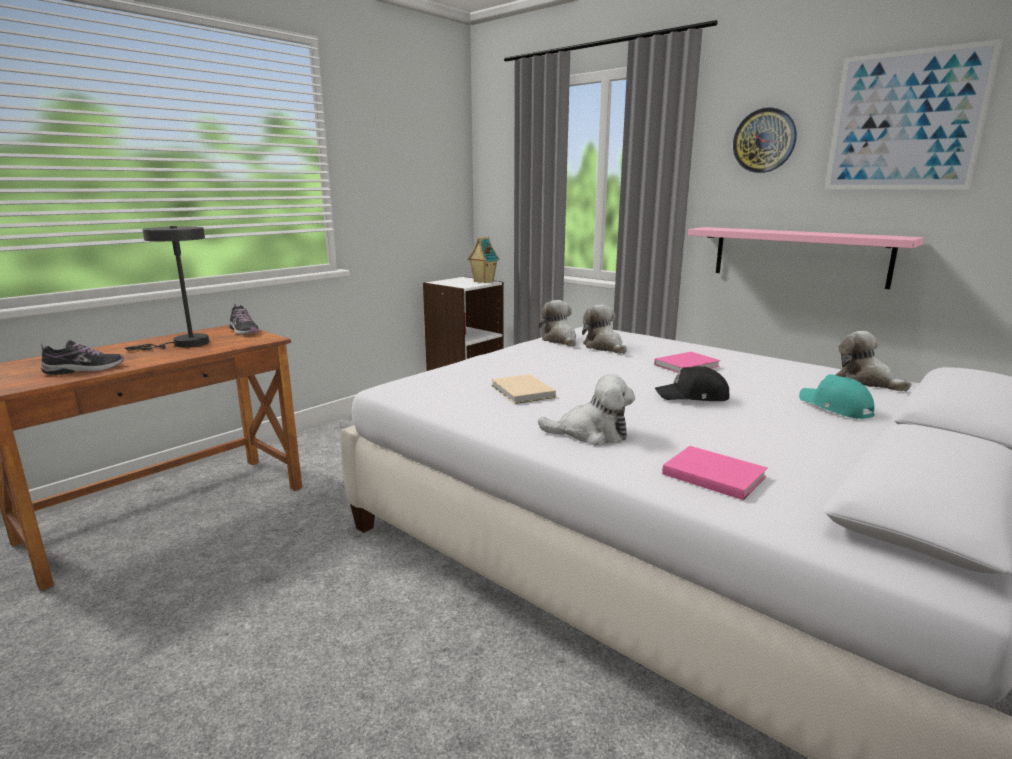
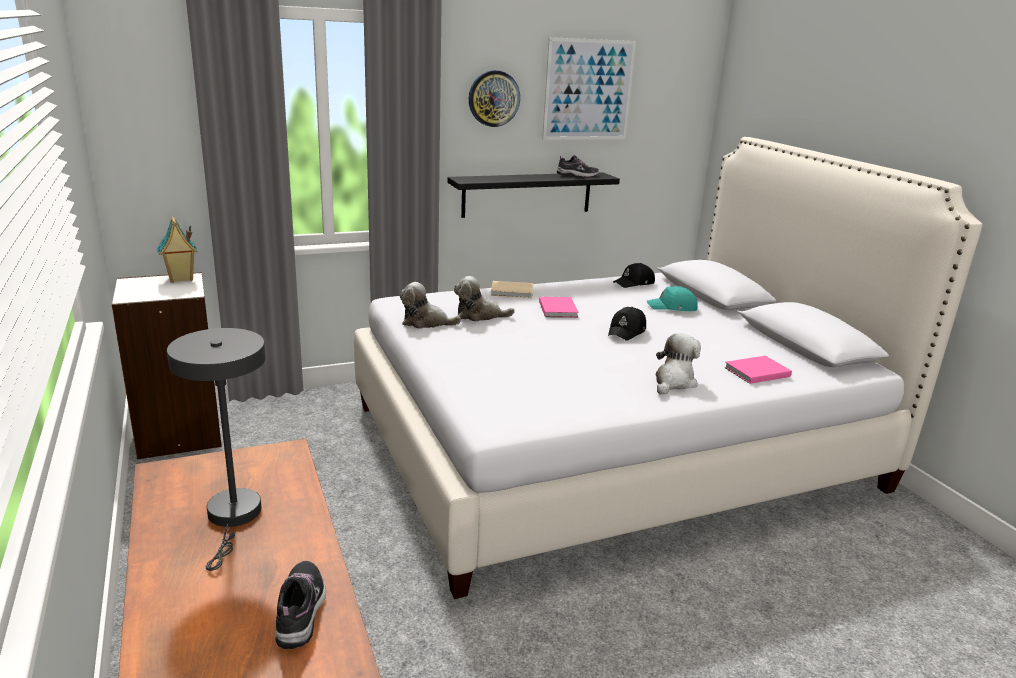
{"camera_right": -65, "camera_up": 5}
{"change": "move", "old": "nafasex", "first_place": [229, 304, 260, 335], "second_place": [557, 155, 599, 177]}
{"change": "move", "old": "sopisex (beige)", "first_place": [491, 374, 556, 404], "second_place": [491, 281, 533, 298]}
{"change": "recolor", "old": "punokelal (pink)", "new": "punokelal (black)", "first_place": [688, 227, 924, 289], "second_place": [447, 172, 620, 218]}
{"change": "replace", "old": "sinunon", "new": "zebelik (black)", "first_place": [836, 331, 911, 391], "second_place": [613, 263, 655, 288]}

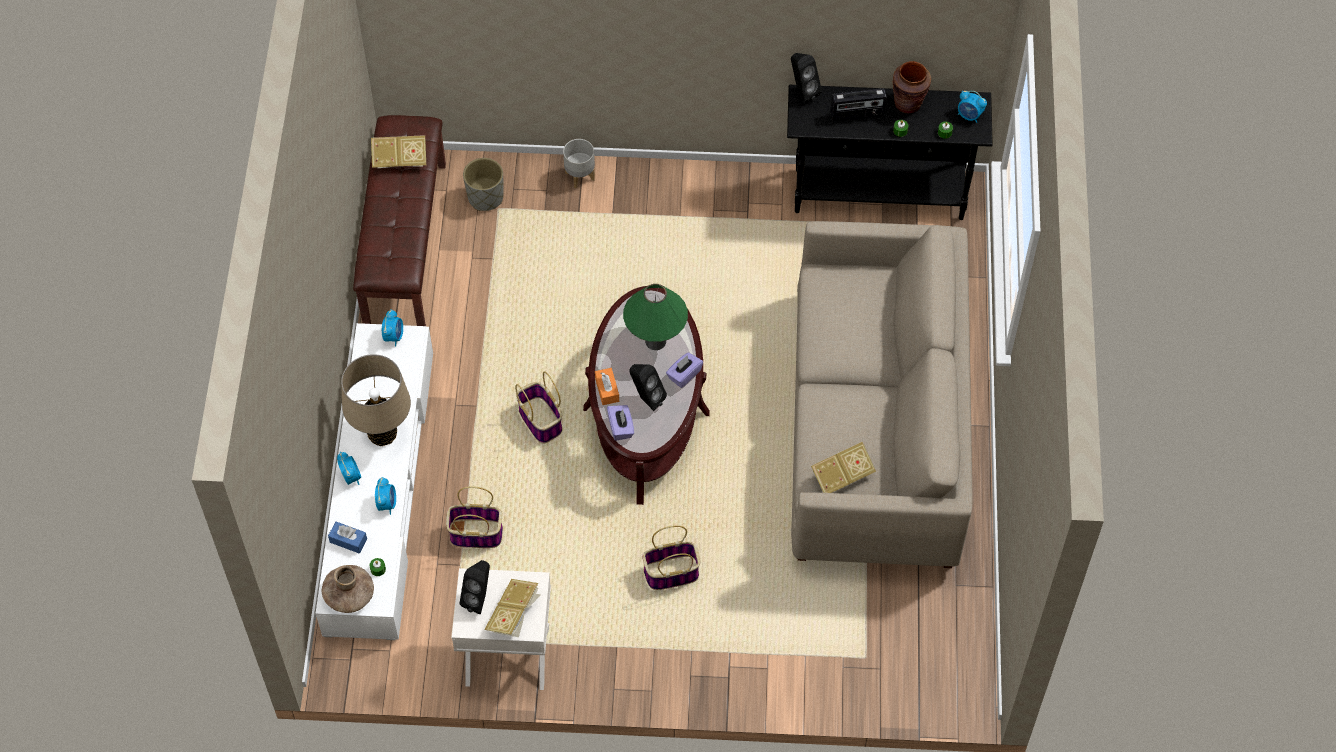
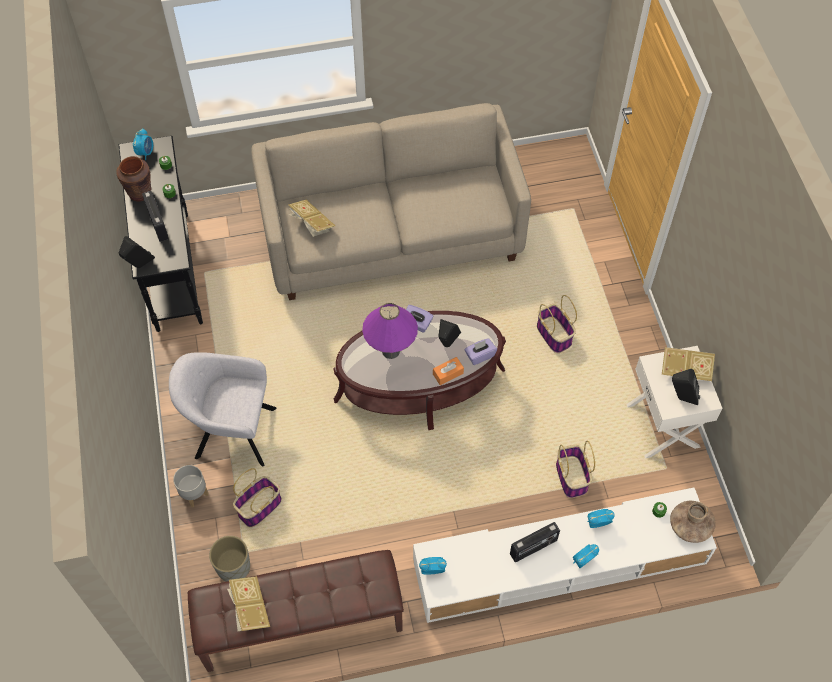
{"camera_right": -105, "camera_up": 0}
{"change": "delete", "old": "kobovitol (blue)", "first_place": [328, 522, 367, 553]}
{"change": "replace", "old": "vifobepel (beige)", "new": "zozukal", "first_place": [341, 354, 411, 446], "second_place": [510, 522, 560, 562]}
{"change": "move", "old": "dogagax", "first_place": [515, 371, 562, 444], "second_place": [233, 468, 282, 527]}
{"change": "recolor", "old": "vifobepel (green)", "new": "vifobepel (purple)", "first_place": [623, 284, 688, 350], "second_place": [362, 303, 418, 359]}
{"change": "move", "old": "sopisex", "first_place": [811, 442, 876, 493], "second_place": [288, 200, 335, 237]}
{"change": "insert", "new": "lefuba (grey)", "second_place": [169, 352, 276, 466]}

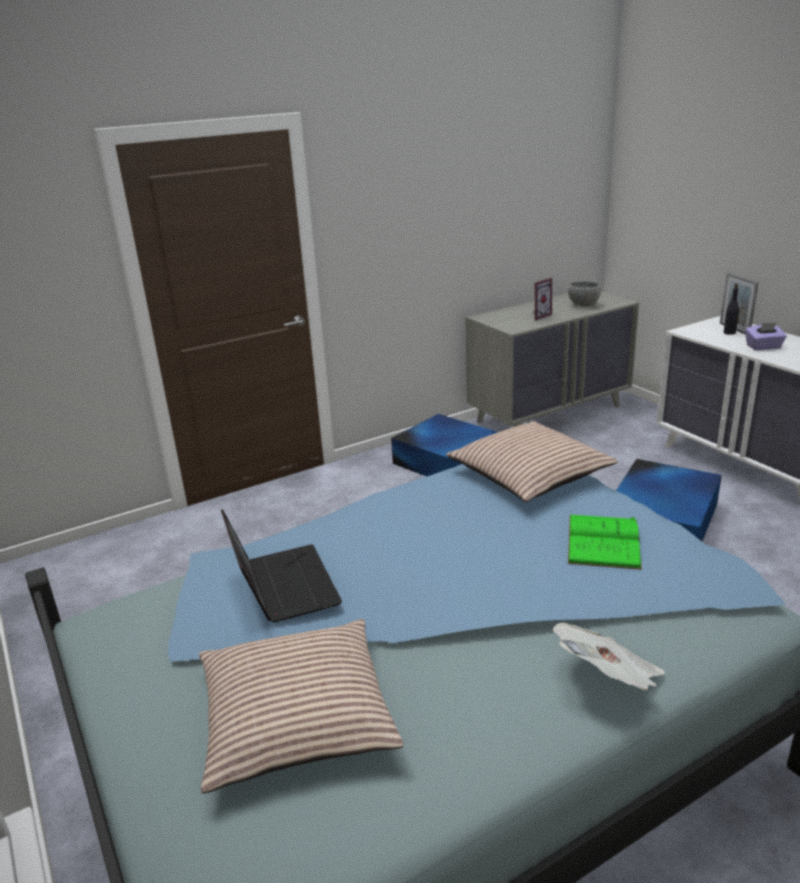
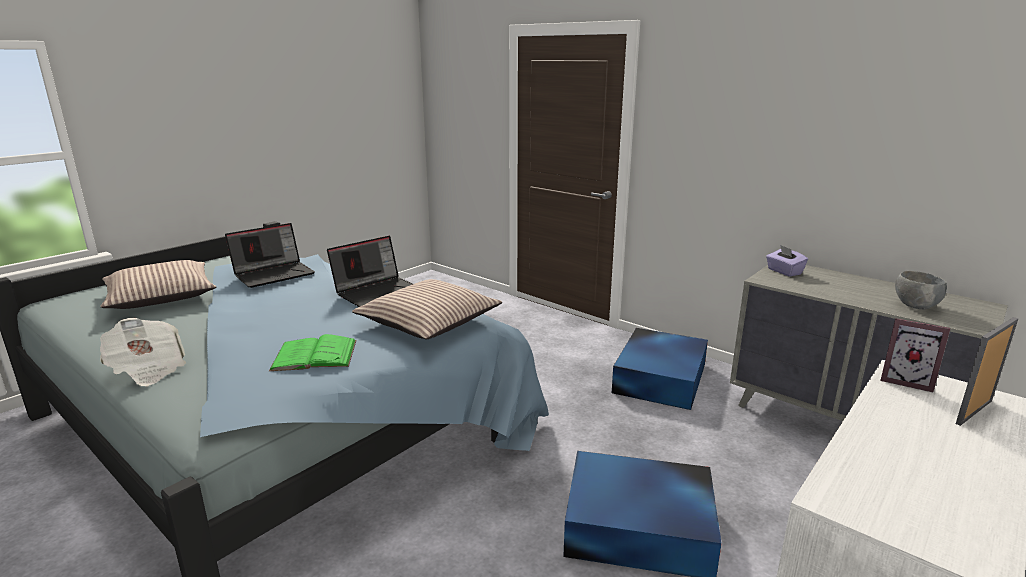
{"camera_right": 70, "camera_up": -5}
{"change": "move", "old": "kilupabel", "first_place": [532, 277, 553, 320], "second_place": [881, 318, 950, 392]}
{"change": "delete", "old": "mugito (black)", "first_place": [724, 284, 739, 335]}
{"change": "move", "old": "kobovitol (purple)", "first_place": [745, 323, 787, 350], "second_place": [766, 245, 808, 277]}
{"change": "insert", "new": "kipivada", "second_place": [327, 236, 413, 307]}

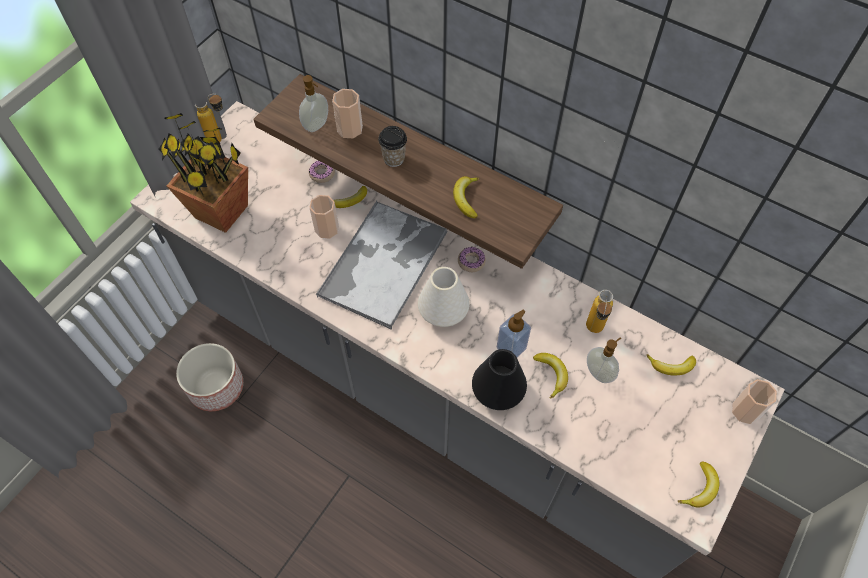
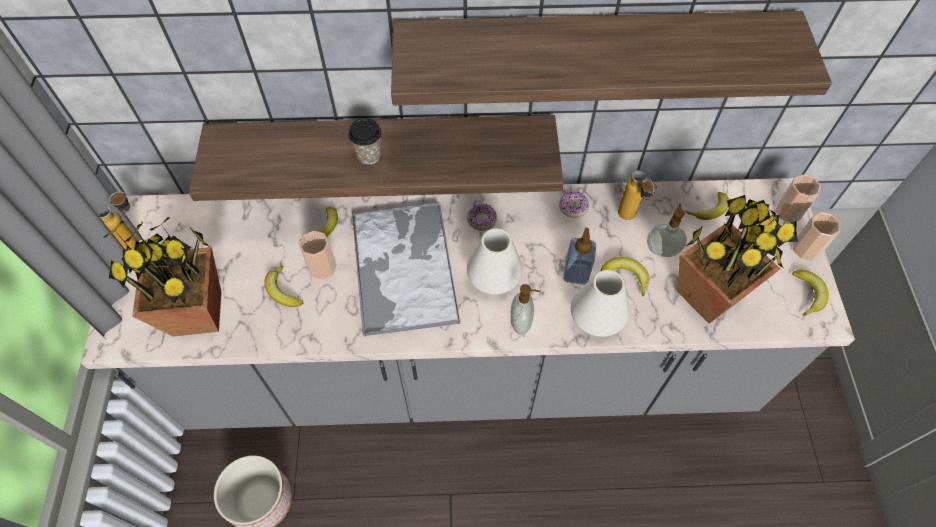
{"camera_right": -35, "camera_up": 0}
{"change": "move", "old": "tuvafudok", "first_place": [299, 75, 328, 132], "second_place": [511, 284, 540, 335]}
{"change": "move", "old": "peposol", "first_place": [309, 160, 335, 183], "second_place": [559, 191, 589, 218]}
{"change": "move", "old": "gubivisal", "first_place": [332, 89, 363, 138], "second_place": [793, 212, 840, 261]}
{"change": "move", "old": "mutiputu", "first_place": [453, 176, 479, 218], "second_place": [265, 265, 303, 307]}
{"change": "recolor", "old": "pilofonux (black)", "new": "pilofonux (white)", "first_place": [472, 349, 527, 410], "second_place": [571, 270, 629, 337]}
{"change": "insert", "new": "punokelal", "second_place": [391, 11, 832, 105]}
{"change": "insert", "new": "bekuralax", "second_place": [677, 195, 798, 324]}

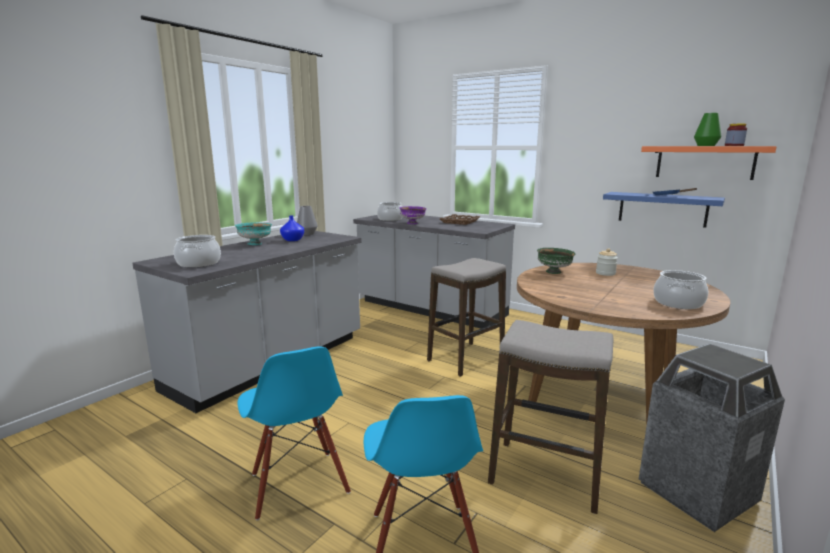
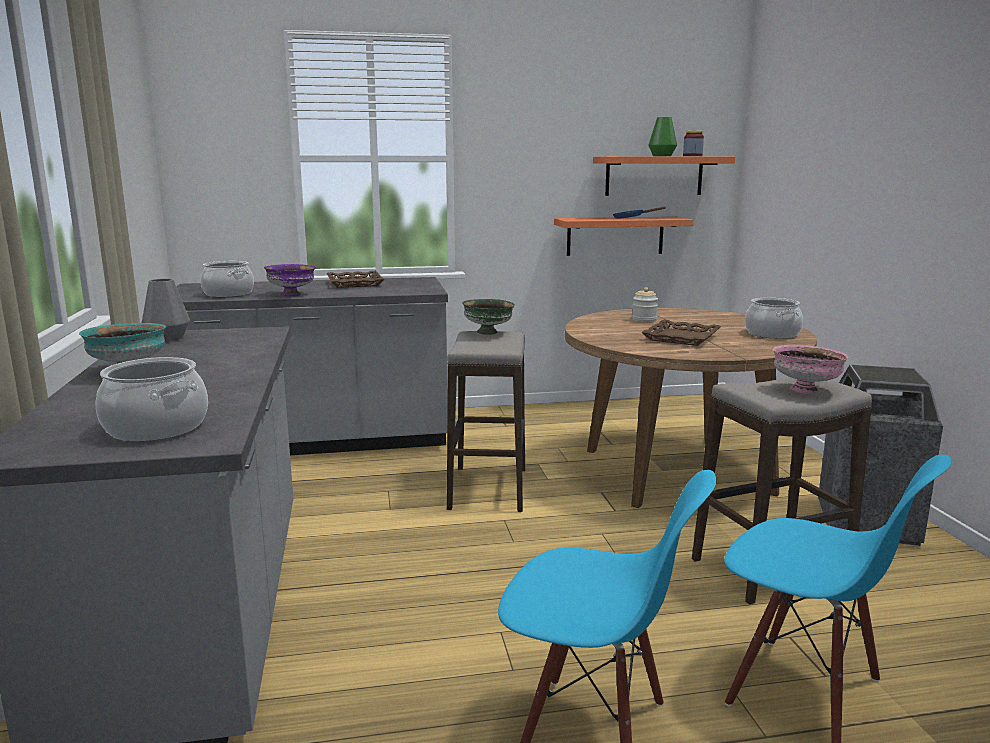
{"camera_right": -45, "camera_up": 0}
{"change": "delete", "old": "pilofonux (blue)", "first_place": [280, 215, 304, 241]}
{"change": "move", "old": "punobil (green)", "first_place": [537, 248, 575, 274], "second_place": [462, 299, 515, 335]}
{"change": "recolor", "old": "punokelal (blue)", "new": "punokelal (orange)", "first_place": [603, 192, 725, 228], "second_place": [554, 217, 694, 256]}
{"change": "insert", "new": "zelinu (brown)", "second_place": [641, 319, 721, 346]}
{"change": "insert", "new": "punobil (pink)", "second_place": [772, 345, 849, 394]}

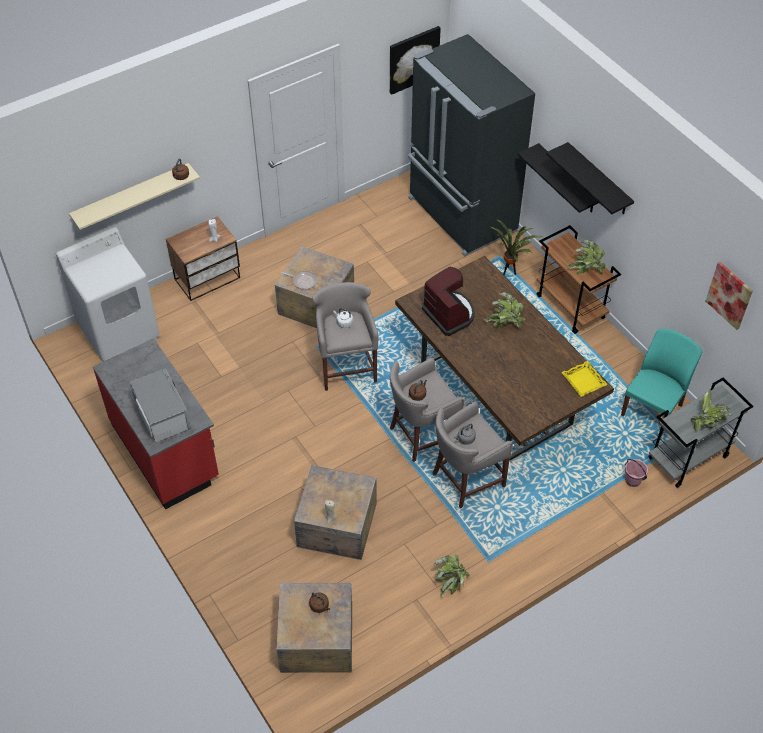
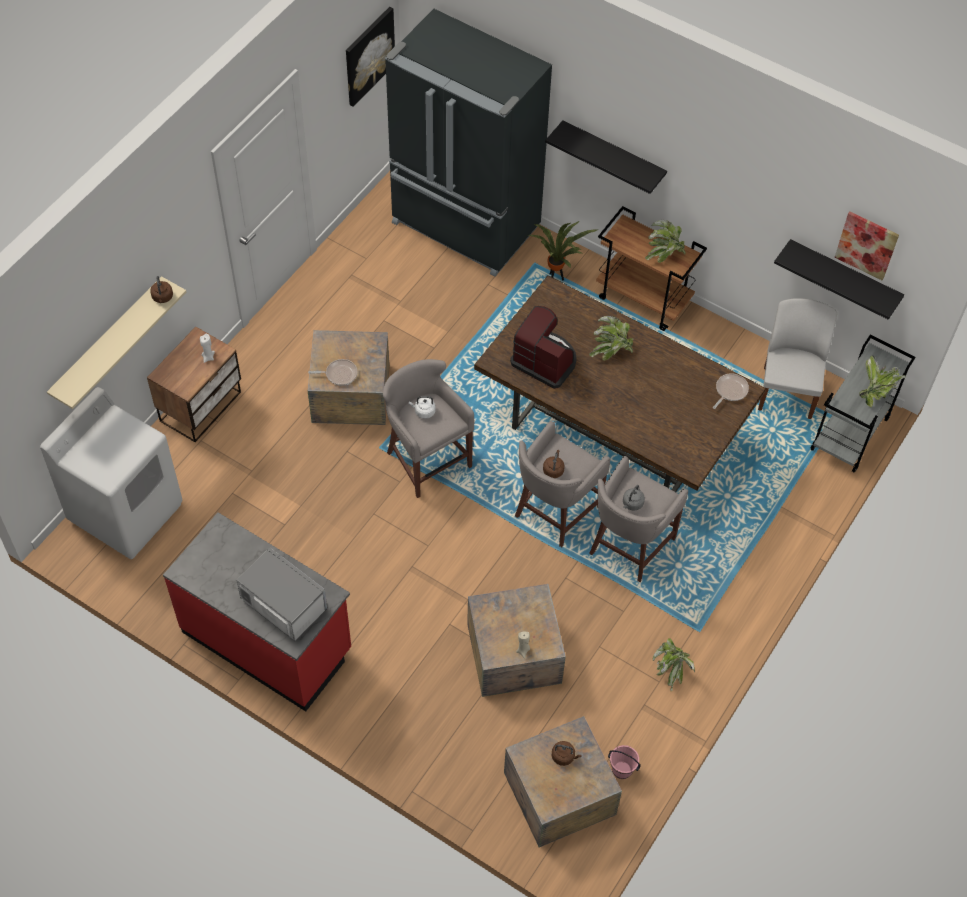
{"camera_right": -25, "camera_up": 5}
{"change": "move", "old": "punokelal (black)", "first_place": [546, 142, 634, 214], "second_place": [774, 239, 904, 320]}
{"change": "replace", "old": "zelinu (yellow)", "new": "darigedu", "first_place": [561, 361, 608, 397], "second_place": [713, 373, 749, 409]}
{"change": "recolor", "old": "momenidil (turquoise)", "new": "momenidil (white)", "first_place": [621, 329, 702, 436], "second_place": [758, 298, 837, 419]}
{"change": "move", "old": "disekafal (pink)", "first_place": [625, 459, 648, 487], "second_place": [608, 745, 641, 779]}

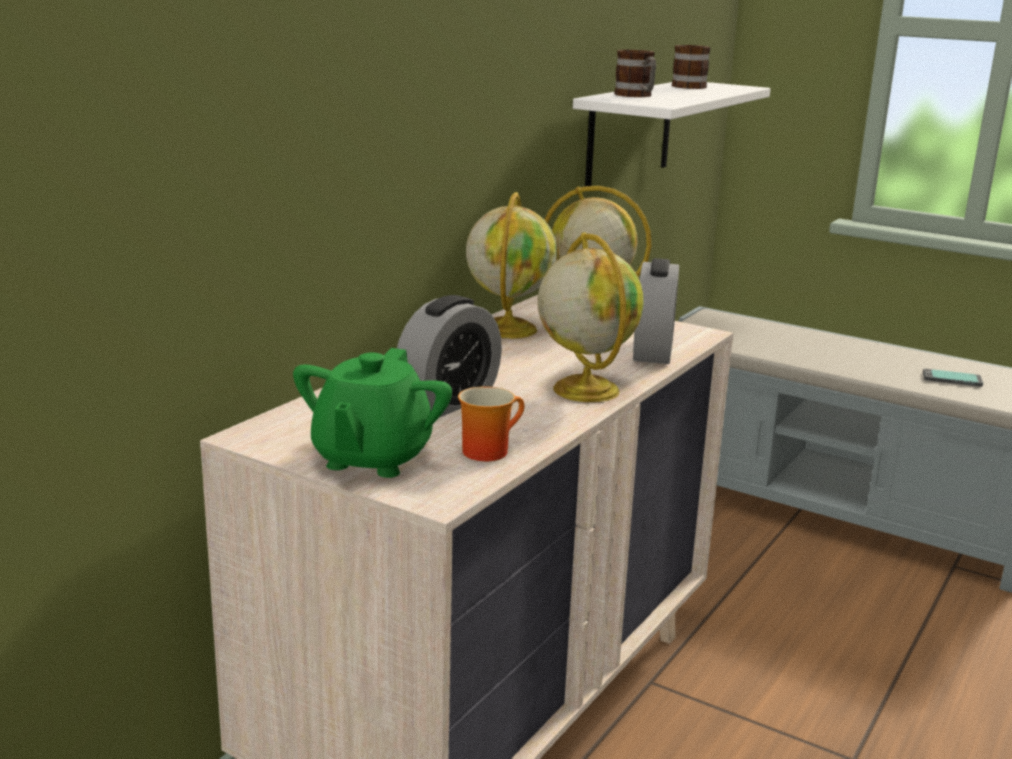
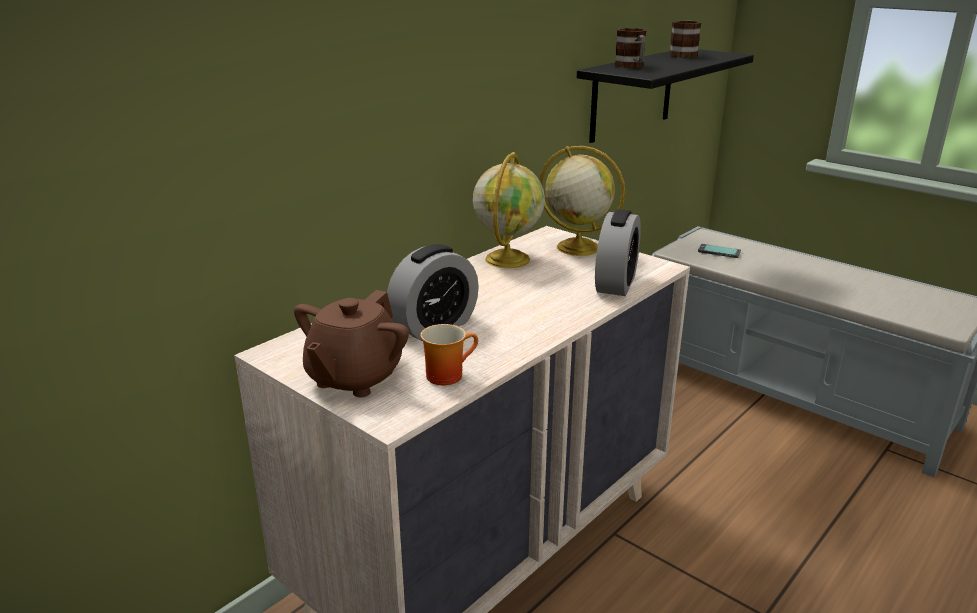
{"camera_right": 10, "camera_up": 5}
{"change": "recolor", "old": "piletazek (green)", "new": "piletazek (brown)", "first_place": [293, 348, 452, 478], "second_place": [294, 290, 409, 397]}
{"change": "delete", "old": "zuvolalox", "first_place": [538, 232, 644, 402]}
{"change": "recolor", "old": "punokelal (white)", "new": "punokelal (black)", "first_place": [573, 82, 771, 186], "second_place": [577, 49, 754, 143]}
{"change": "move", "old": "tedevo", "first_place": [923, 369, 983, 387], "second_place": [698, 244, 741, 258]}

